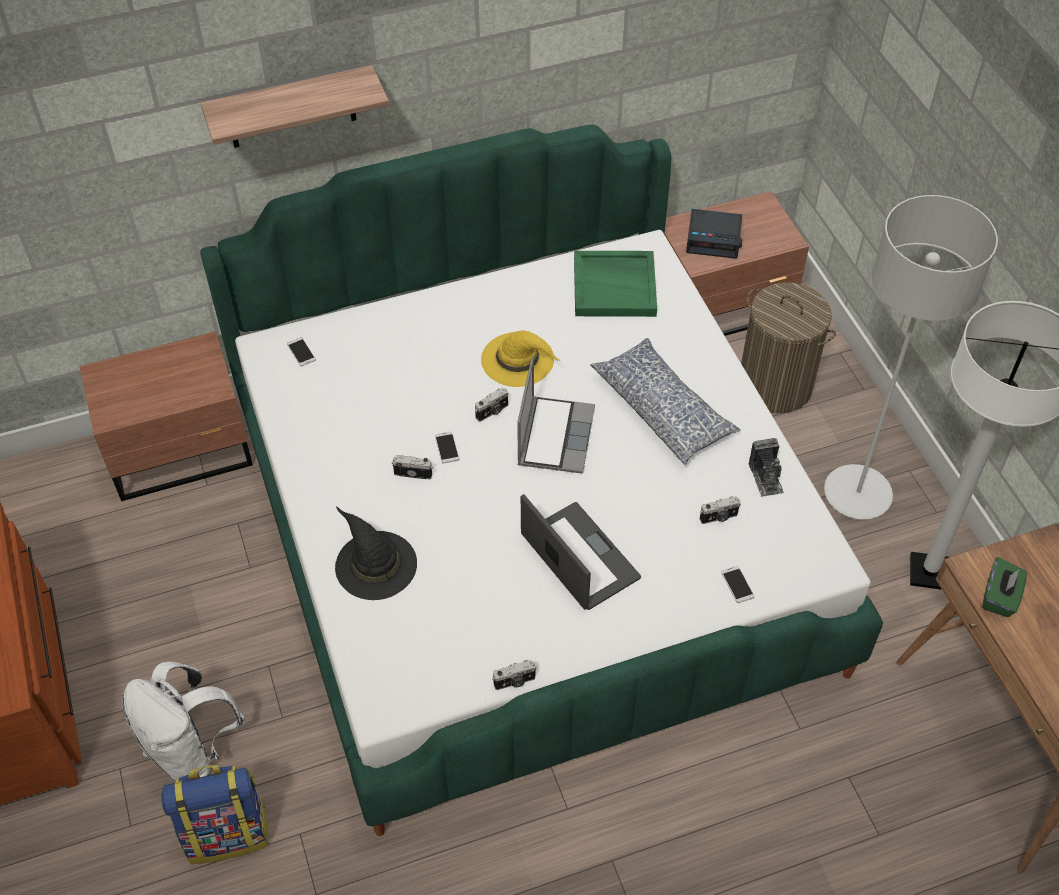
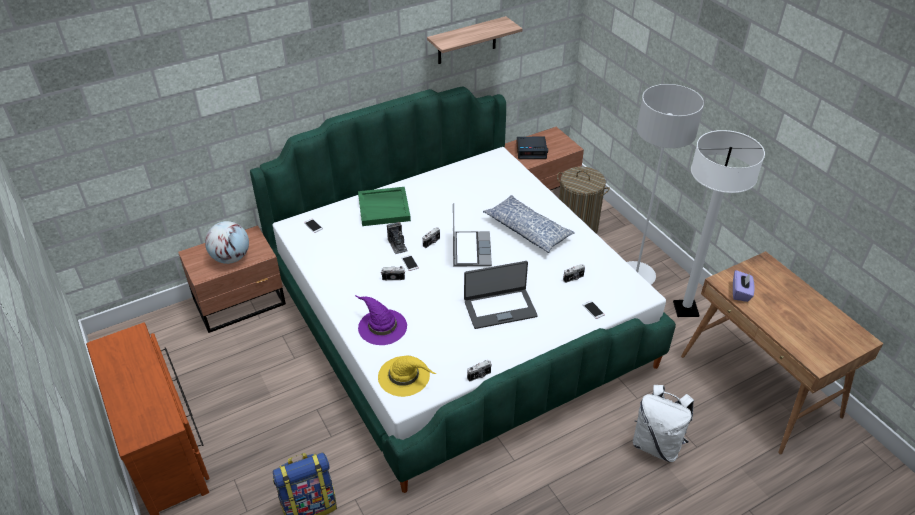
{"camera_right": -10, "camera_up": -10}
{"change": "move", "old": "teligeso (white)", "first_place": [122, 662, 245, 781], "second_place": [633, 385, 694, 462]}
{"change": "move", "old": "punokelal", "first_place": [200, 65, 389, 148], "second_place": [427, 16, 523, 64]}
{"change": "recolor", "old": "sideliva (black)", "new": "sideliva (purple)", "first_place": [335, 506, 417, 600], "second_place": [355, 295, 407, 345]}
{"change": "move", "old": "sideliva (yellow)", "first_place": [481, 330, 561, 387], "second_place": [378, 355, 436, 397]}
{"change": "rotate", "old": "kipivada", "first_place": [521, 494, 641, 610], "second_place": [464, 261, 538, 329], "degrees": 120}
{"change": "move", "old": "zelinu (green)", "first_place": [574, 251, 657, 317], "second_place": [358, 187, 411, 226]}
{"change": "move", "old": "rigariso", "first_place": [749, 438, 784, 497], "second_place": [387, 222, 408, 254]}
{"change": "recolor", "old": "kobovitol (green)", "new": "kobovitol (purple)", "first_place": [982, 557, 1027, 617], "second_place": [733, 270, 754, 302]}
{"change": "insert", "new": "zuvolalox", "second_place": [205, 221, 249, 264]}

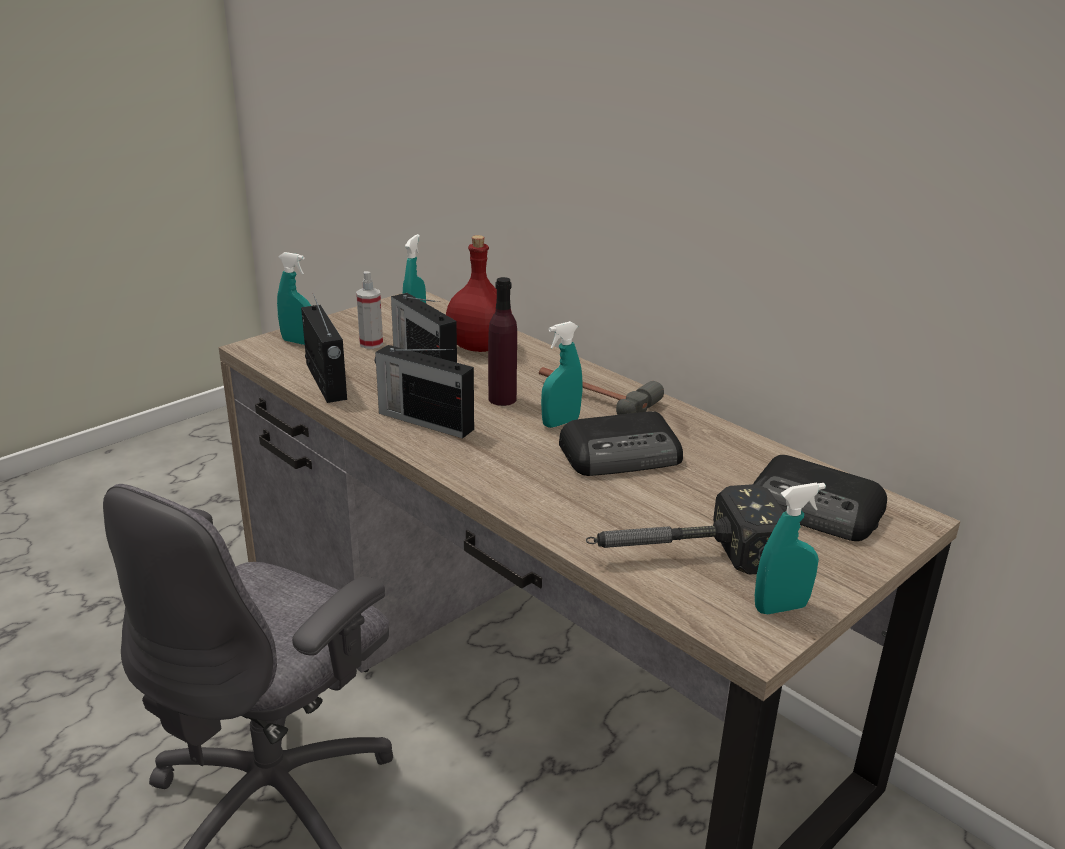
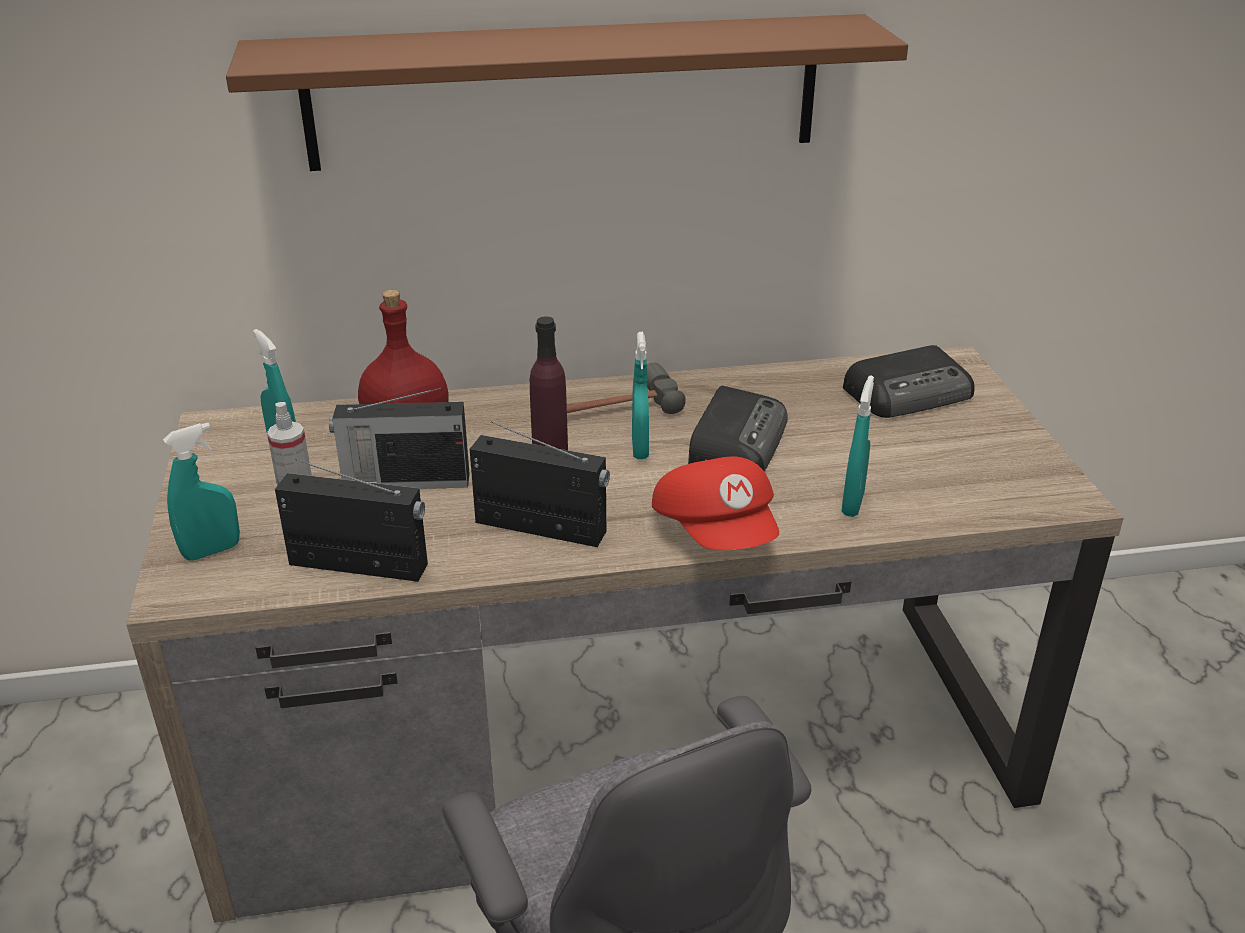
{"camera_right": -55, "camera_up": 5}
{"change": "rotate", "old": "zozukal", "first_place": [375, 345, 474, 439], "second_place": [470, 422, 610, 547], "degrees": -135}
{"change": "delete", "old": "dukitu", "first_place": [586, 484, 784, 575]}
{"change": "move", "old": "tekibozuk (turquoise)", "first_place": [755, 482, 826, 614], "second_place": [842, 375, 874, 517]}
{"change": "insert", "new": "punokelal (brown)", "second_place": [226, 14, 908, 171]}
{"change": "insert", "new": "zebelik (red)", "second_place": [652, 456, 779, 550]}

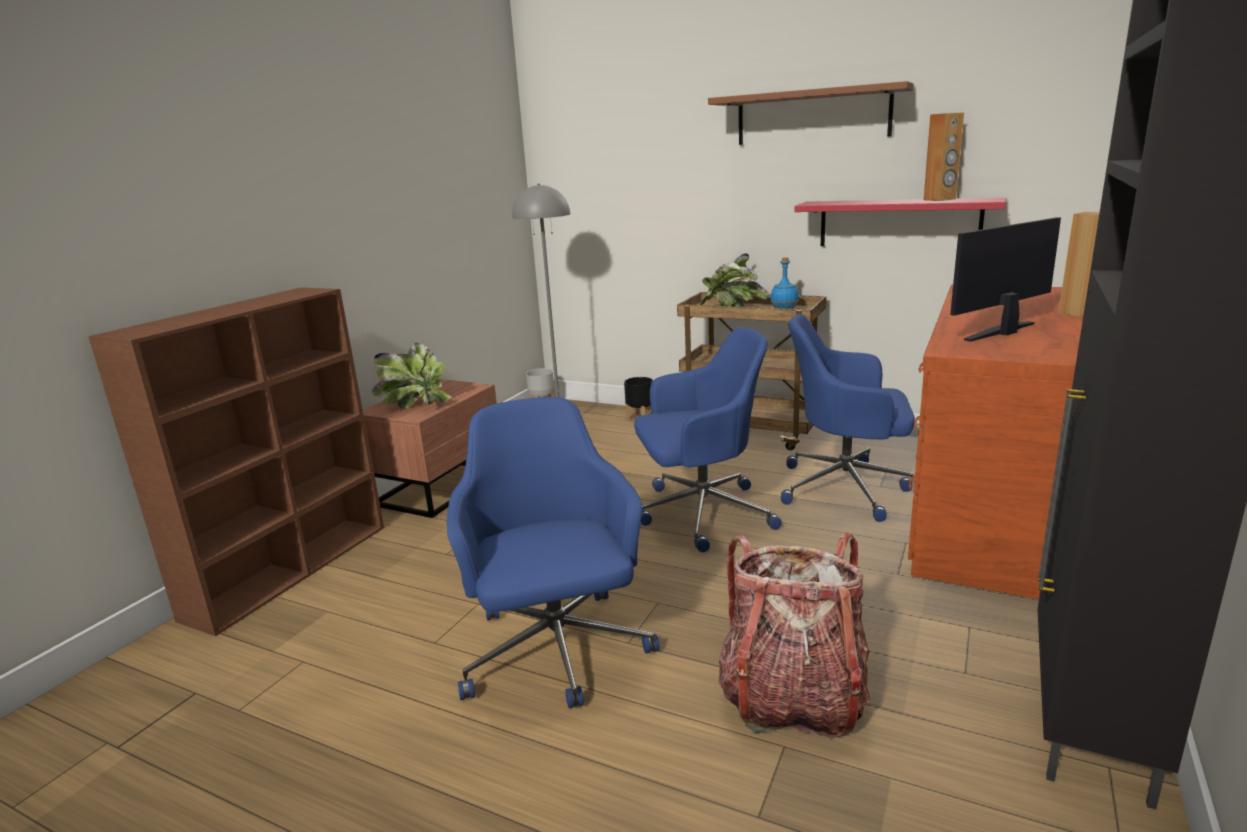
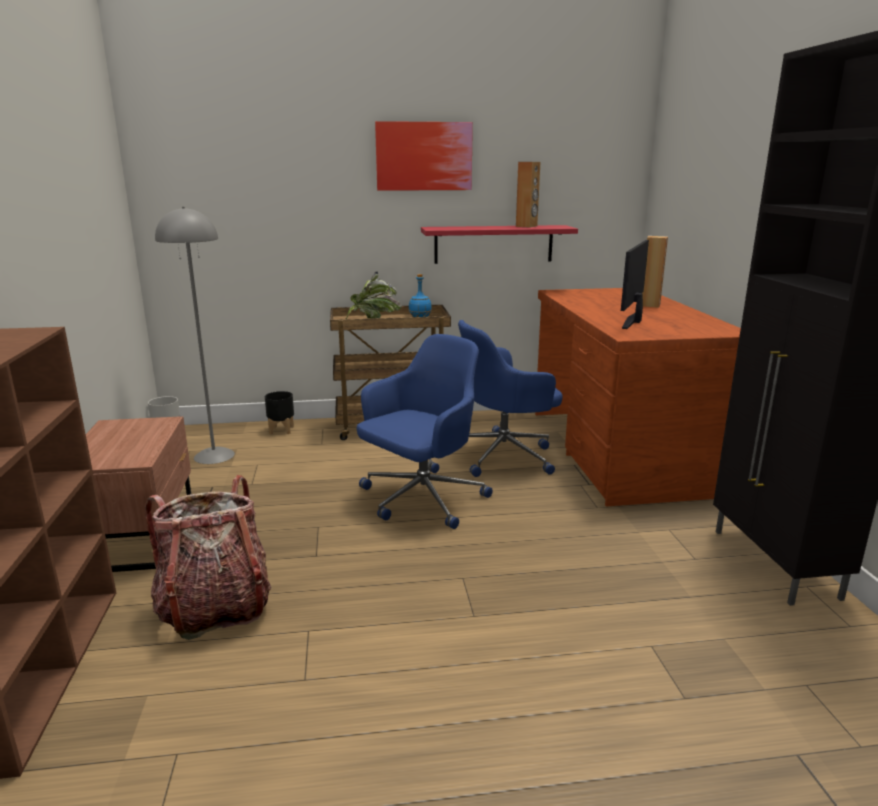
{"camera_right": -35, "camera_up": 0}
{"change": "delete", "old": "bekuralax", "first_place": [372, 343, 451, 408]}
{"change": "delete", "old": "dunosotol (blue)", "first_place": [447, 397, 660, 708]}
{"change": "replace", "old": "punokelal (brown)", "new": "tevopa", "first_place": [708, 81, 914, 145], "second_place": [375, 121, 473, 191]}
{"change": "move", "old": "teligeso", "first_place": [719, 533, 870, 738], "second_place": [145, 475, 271, 640]}

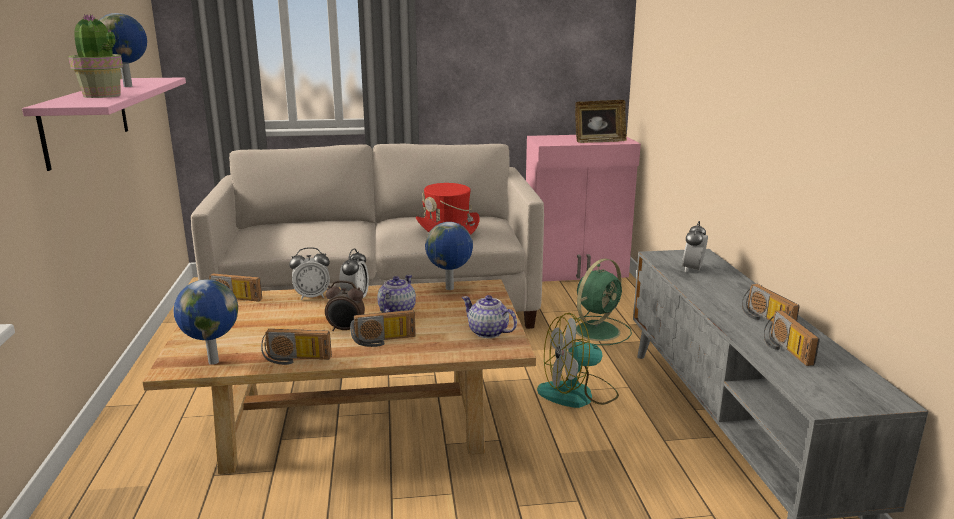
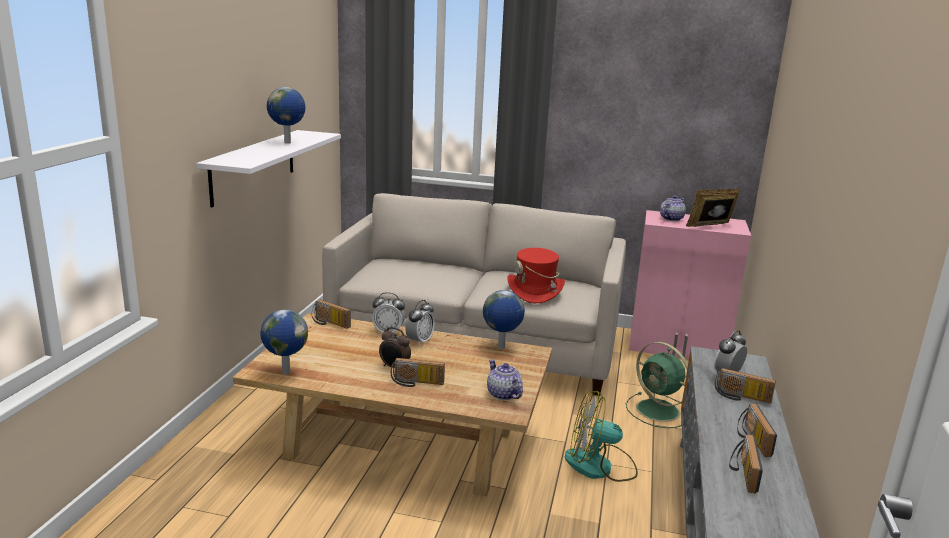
{"camera_right": 20, "camera_up": 0}
{"change": "recolor", "old": "punokelal (pink)", "new": "punokelal (white)", "first_place": [22, 77, 186, 171], "second_place": [196, 130, 341, 207]}
{"change": "delete", "old": "bekuralax", "first_place": [68, 14, 123, 98]}
{"change": "move", "old": "zozukal", "first_place": [261, 329, 332, 365], "second_place": [714, 368, 776, 404]}
{"change": "move", "old": "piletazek", "first_place": [377, 275, 416, 313], "second_place": [660, 195, 686, 221]}
{"change": "rotate", "old": "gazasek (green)", "first_place": [574, 258, 632, 345], "second_place": [626, 342, 688, 428], "degrees": 75}
{"change": "rotate", "old": "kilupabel", "first_place": [575, 100, 627, 143], "second_place": [686, 188, 739, 227], "degrees": 150}

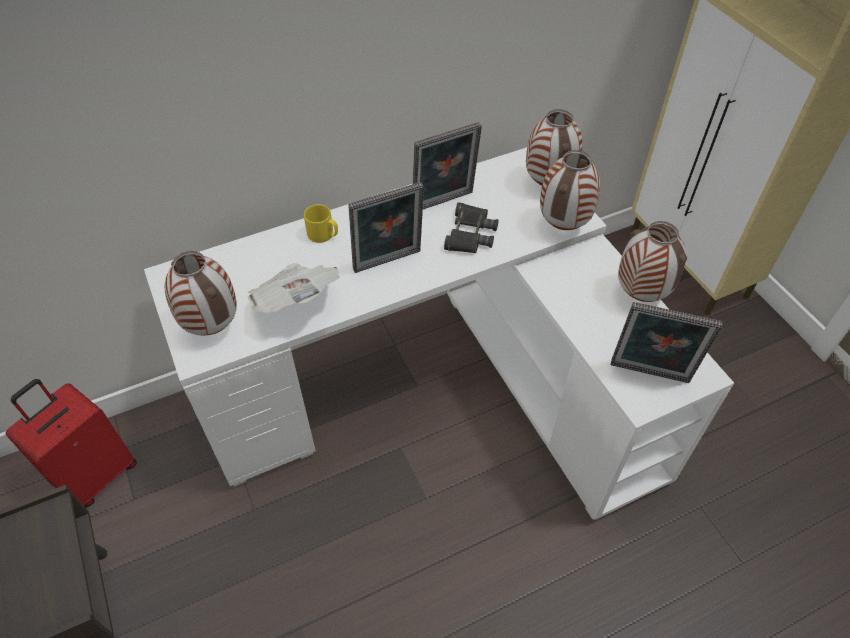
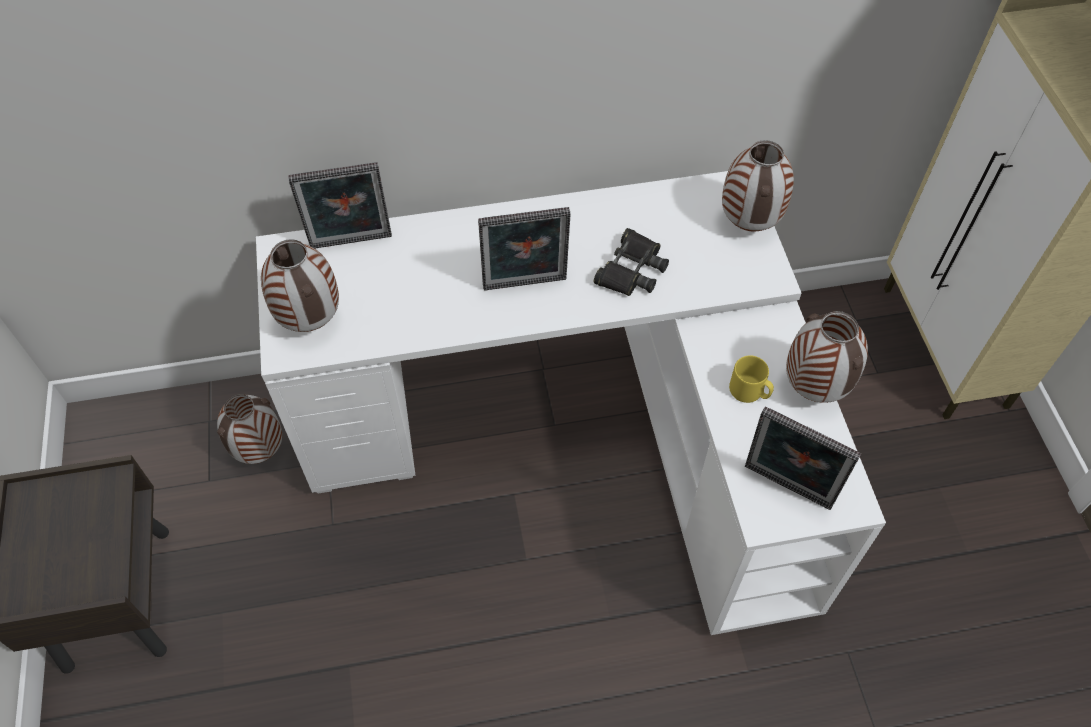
{"camera_right": 15, "camera_up": 5}
{"change": "delete", "old": "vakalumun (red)", "first_place": [6, 379, 137, 508]}
{"change": "delete", "old": "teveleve", "first_place": [248, 263, 340, 313]}
{"change": "move", "old": "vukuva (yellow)", "first_place": [304, 204, 338, 243], "second_place": [729, 355, 774, 403]}
{"change": "move", "old": "kilupabel", "first_place": [413, 122, 482, 209], "second_place": [288, 162, 392, 249]}
{"change": "move", "old": "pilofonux", "first_place": [540, 150, 600, 230], "second_place": [217, 394, 282, 464]}

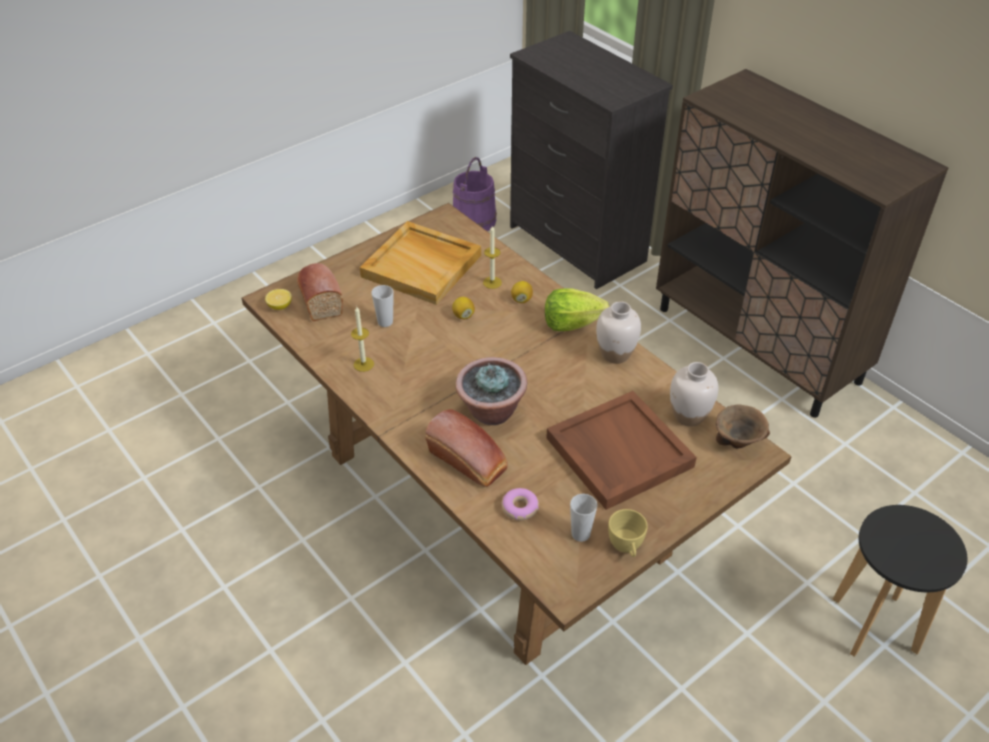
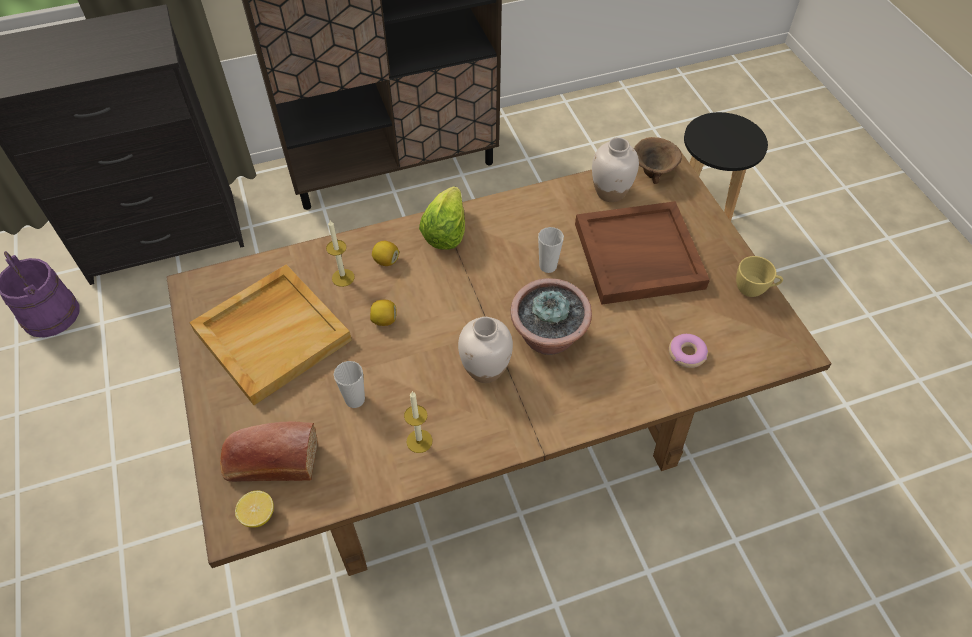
{"camera_right": -70, "camera_up": 10}
{"change": "delete", "old": "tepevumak", "first_place": [425, 409, 508, 487]}
{"change": "move", "old": "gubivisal", "first_place": [570, 494, 598, 542], "second_place": [538, 227, 564, 273]}
{"change": "move", "old": "pilofonux (white)", "first_place": [596, 301, 641, 364], "second_place": [458, 317, 513, 383]}

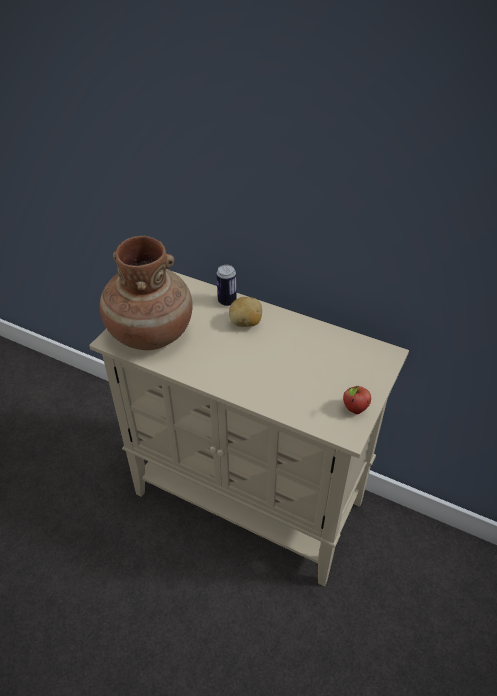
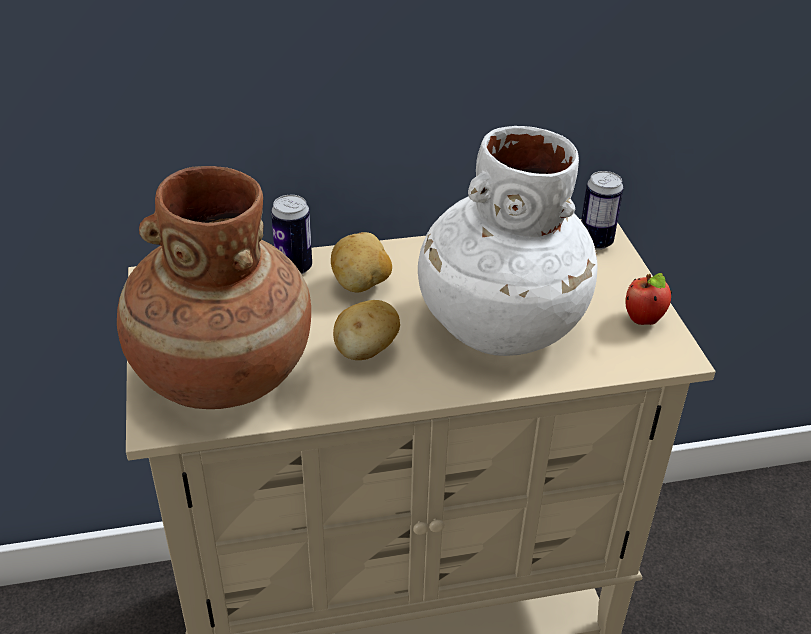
{"camera_right": -40, "camera_up": -5}
{"change": "insert", "new": "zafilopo", "second_place": [333, 300, 400, 360]}
{"change": "insert", "new": "pilofonux (white)", "second_place": [418, 126, 598, 356]}
{"change": "insert", "new": "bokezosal", "second_place": [581, 171, 624, 250]}

